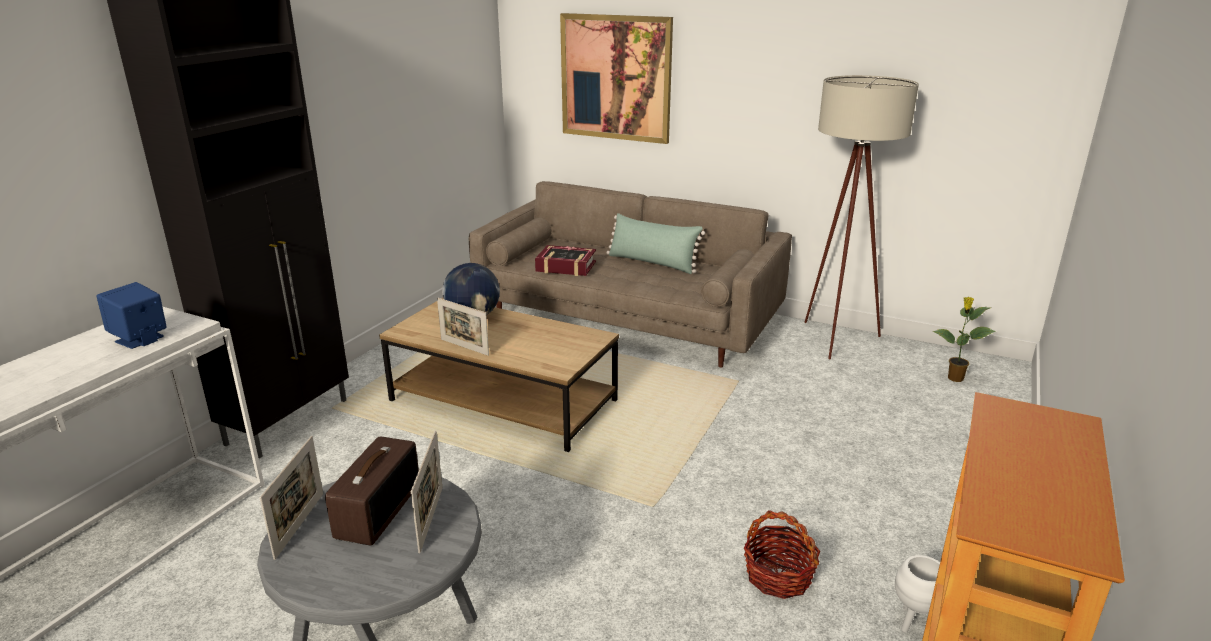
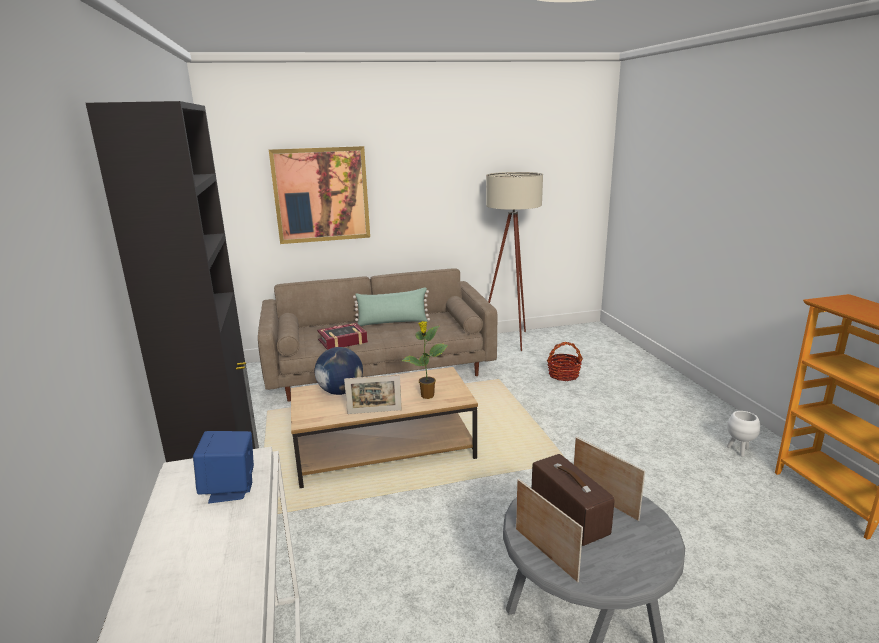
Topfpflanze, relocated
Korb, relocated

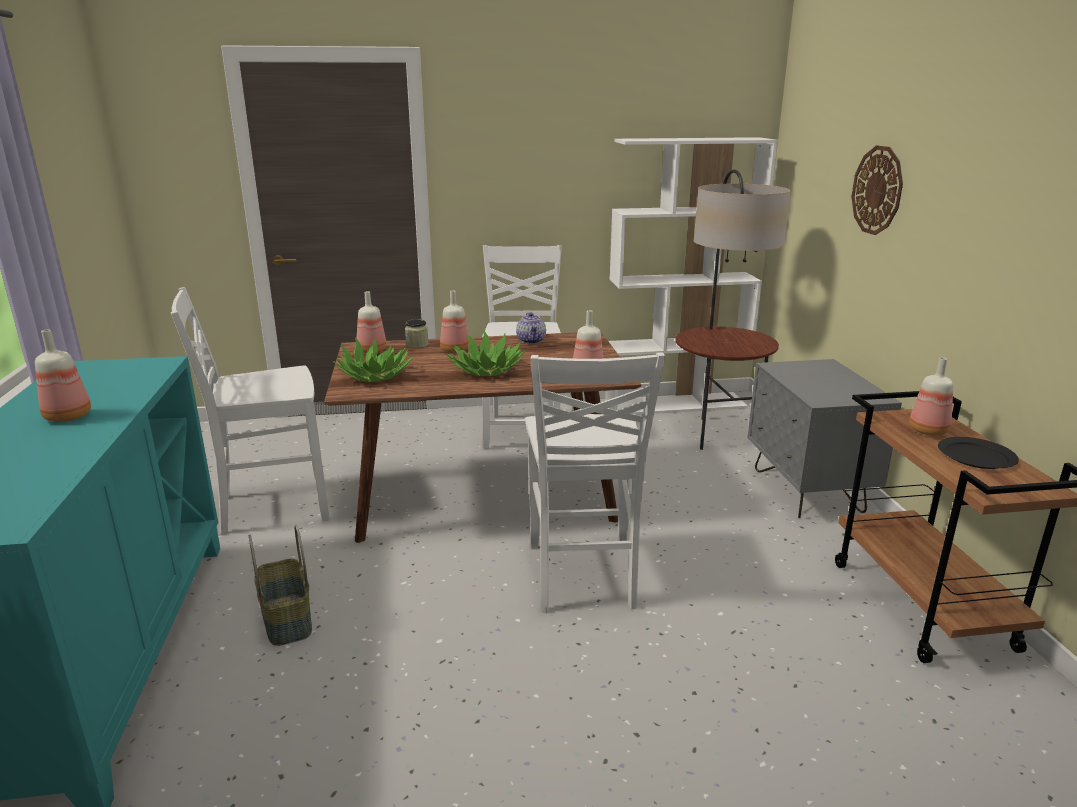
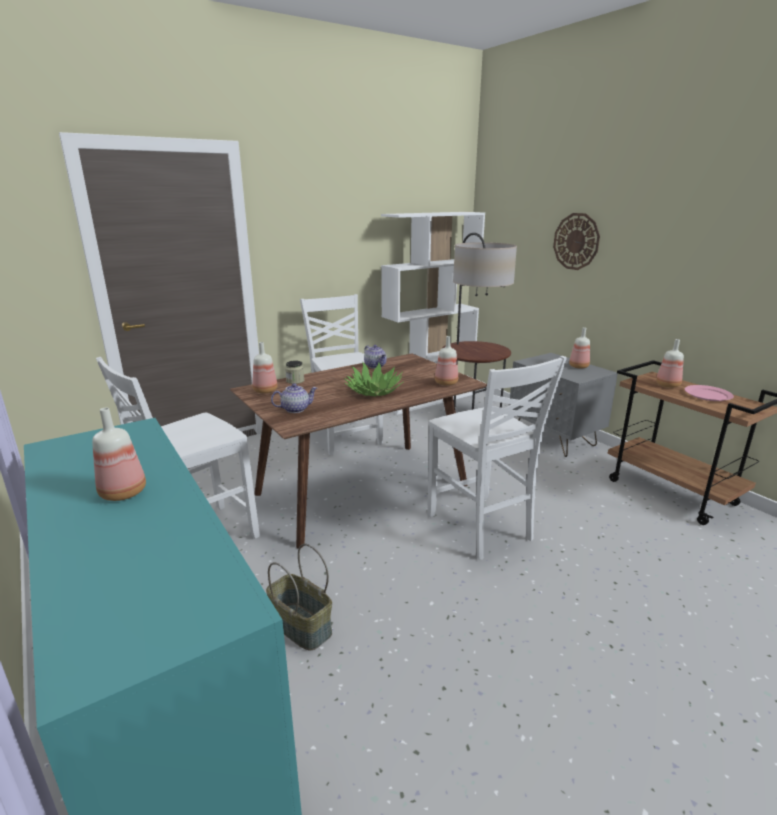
Flasche (no. 3 from left in the first image) -> Flasche (no. 4 from left), relocated
Topfpflanze (no. 1 from left) -> Teekanne (no. 1 from left)
Teller/schwarz -> Teller/rosa

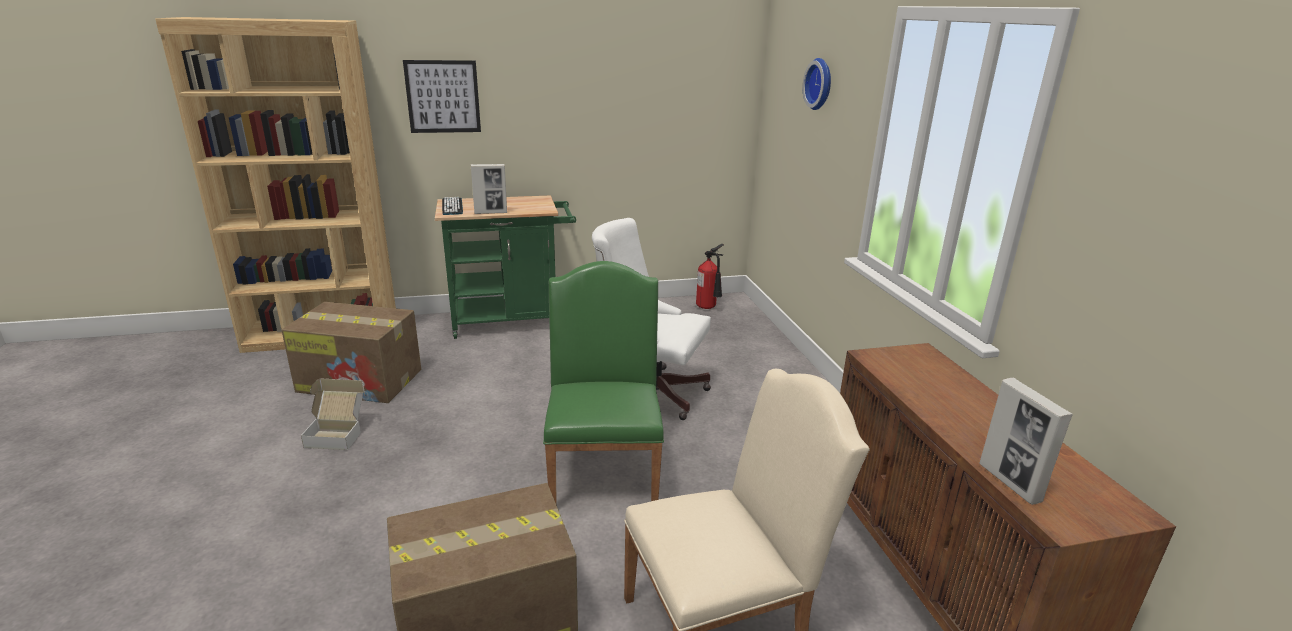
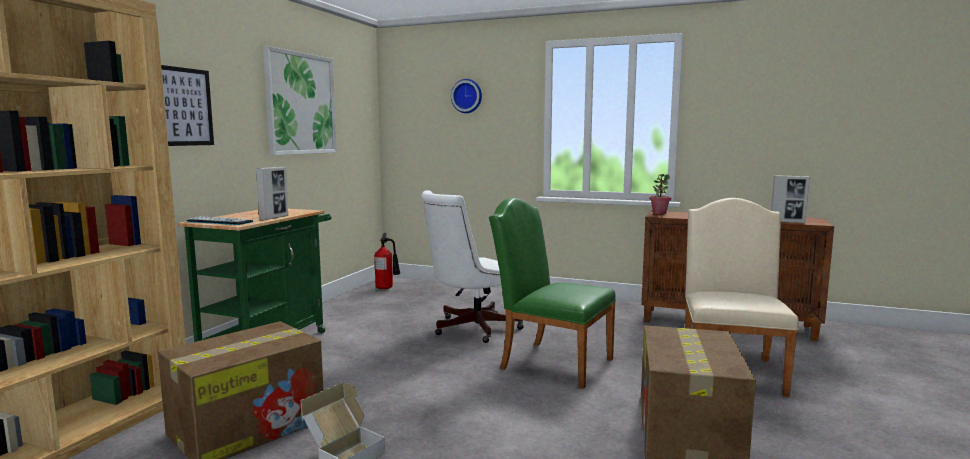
none -> Bild (no. 2 from left)
none -> Topfpflanze

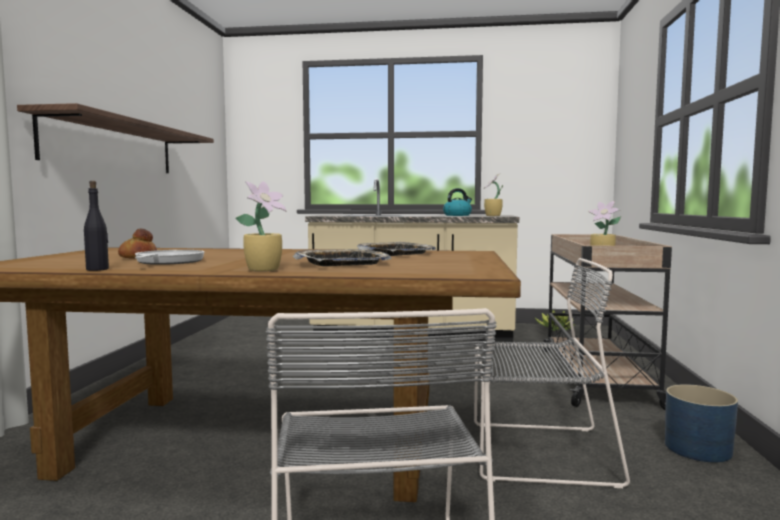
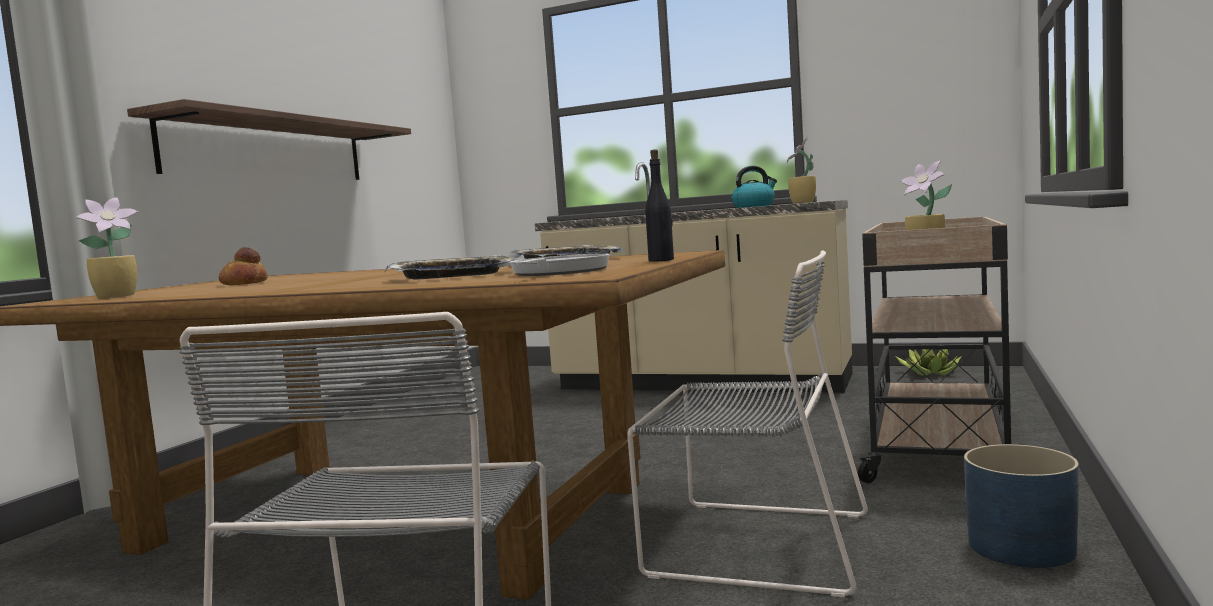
Flasche/schwarz, relocated
Topfpflanze (no. 1 from left), relocated
Pfanne, relocated

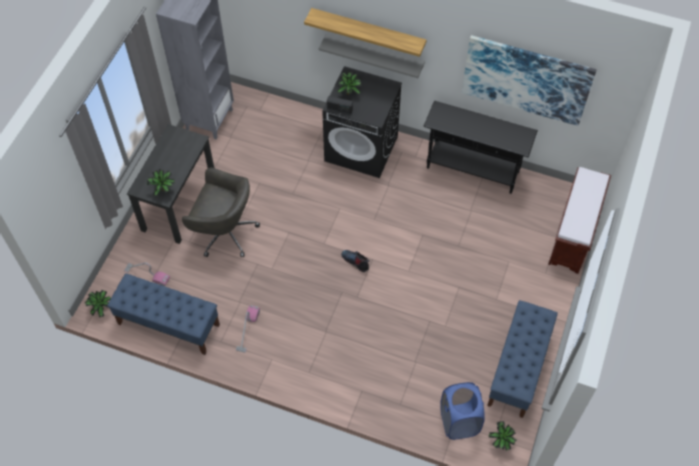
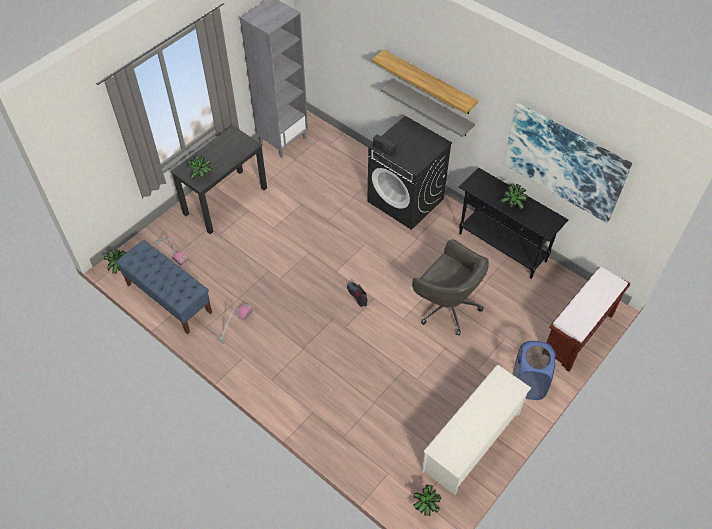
Topfpflanze (no. 3 from left in the first image) -> Topfpflanze (no. 4 from left), relocated
Bürostuhl/grau, relocated
Bank/blau (no. 2 from left) -> Schuhregal/weiß
Wäschekorb/blau, relocated

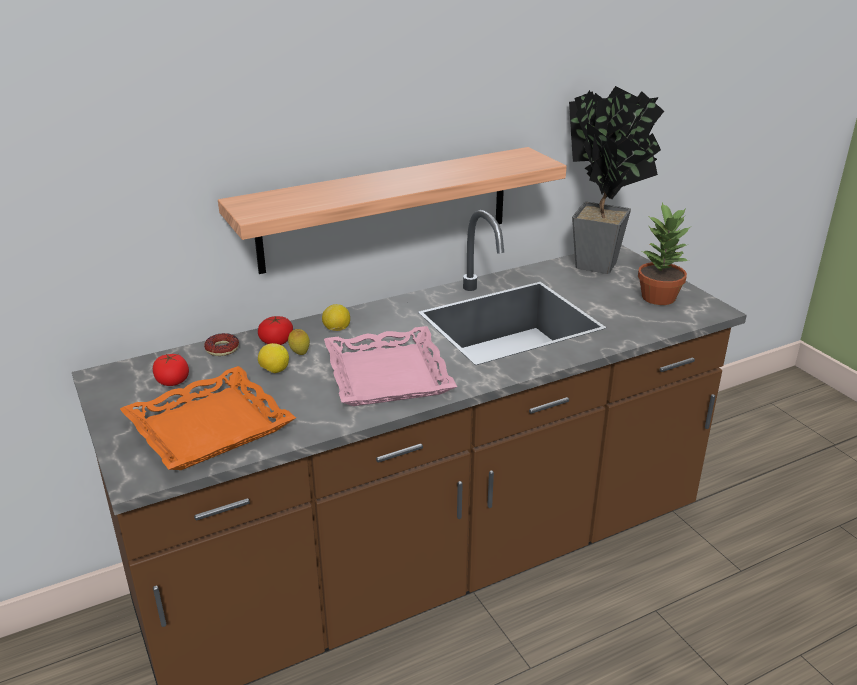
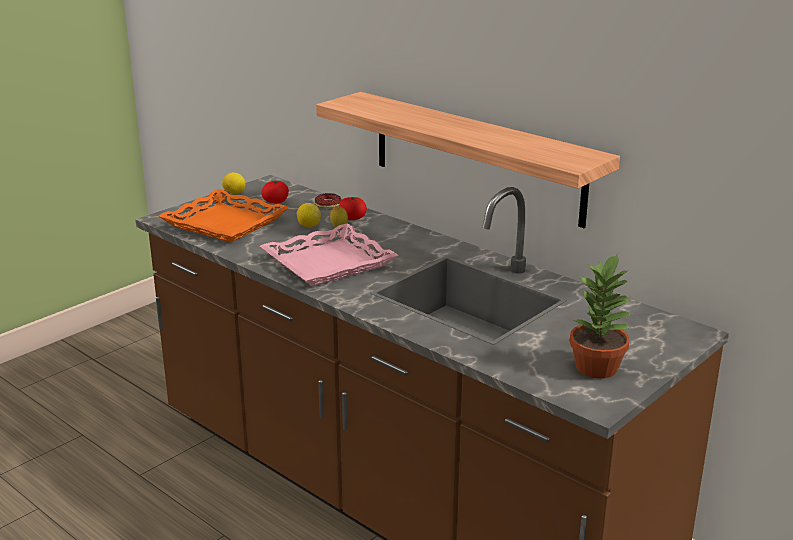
Topfpflanze (no. 1 from left) -> none
Zitrone (no. 3 from left in the first image) -> Zitrone (no. 1 from left), relocated

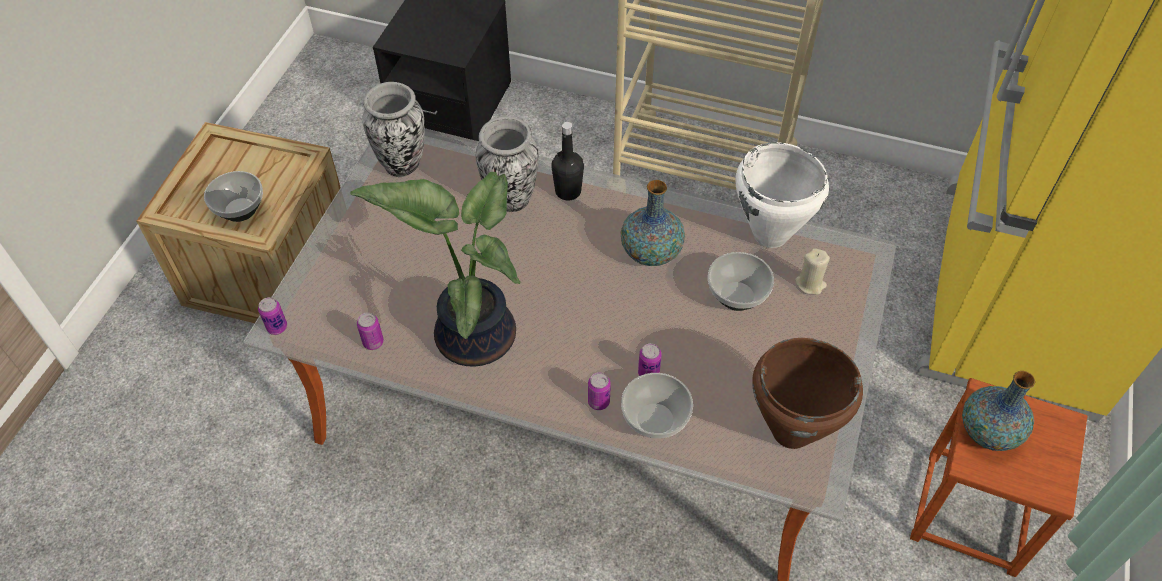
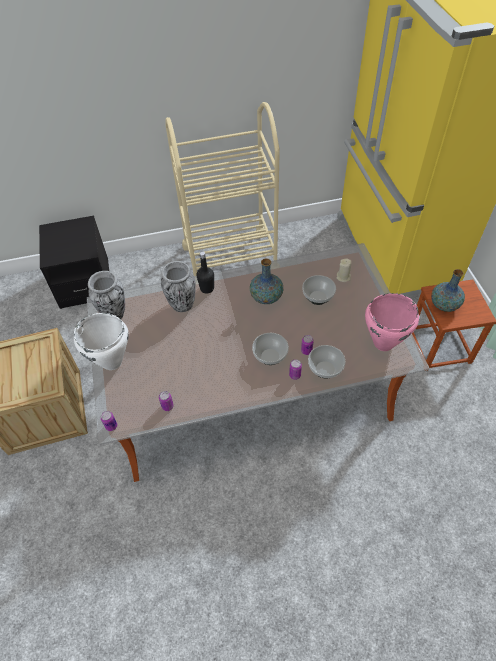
Kochtopf/weiß, relocated
Schüssel (no. 1 from left), relocated
Topfpflanze -> none
Kochtopf/braun -> Kochtopf/rosa

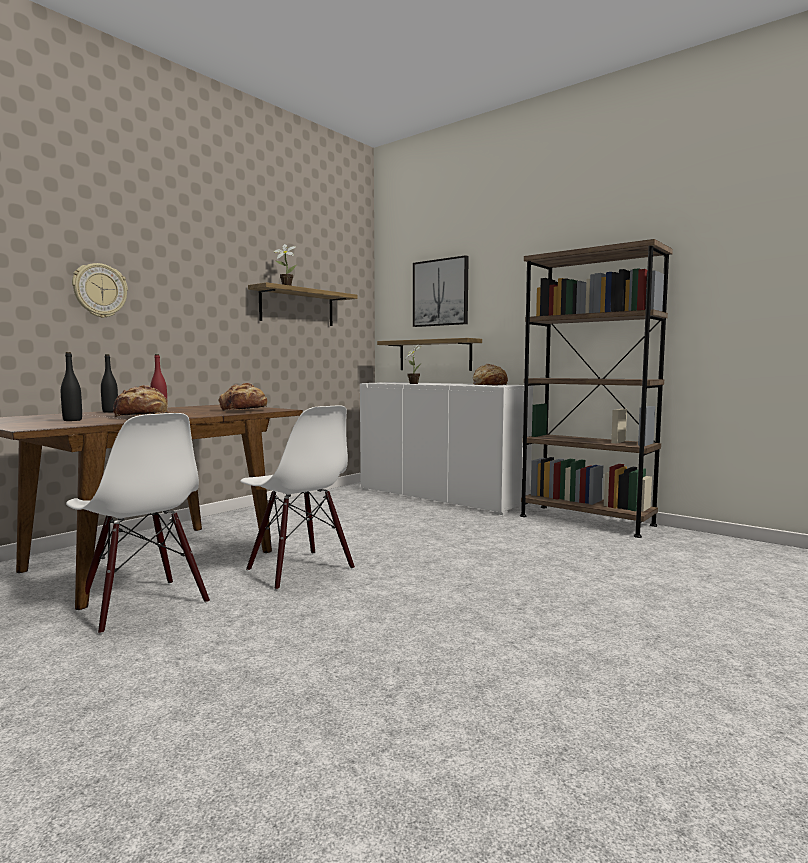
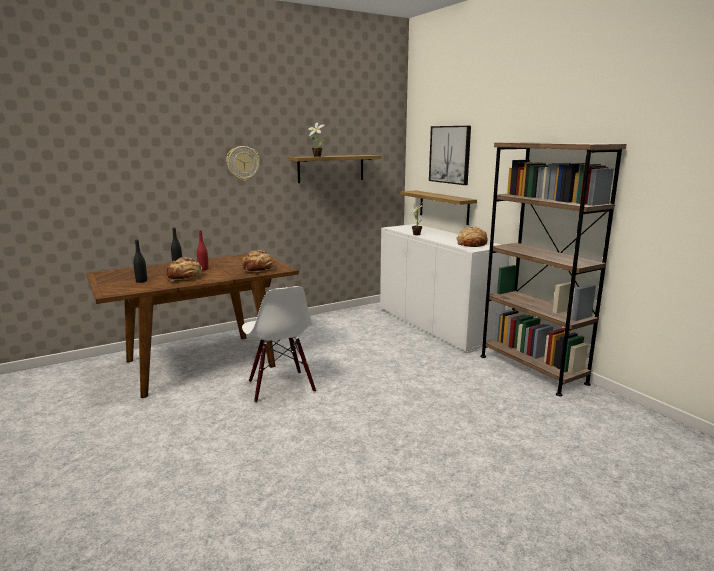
Wanduhr, relocated
Stuhl/weiß (no. 1 from left) -> none

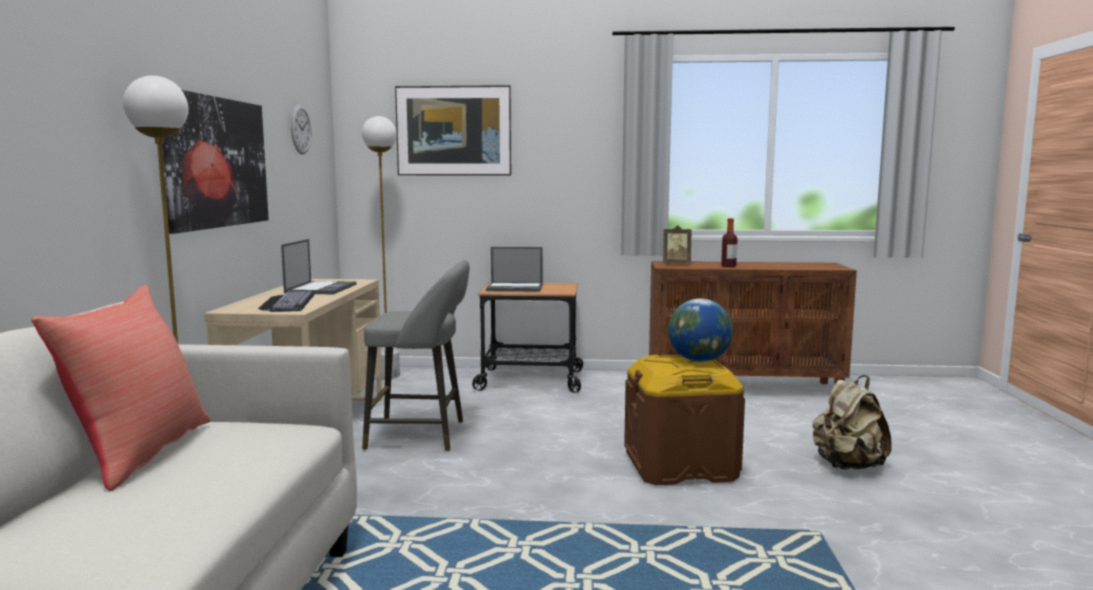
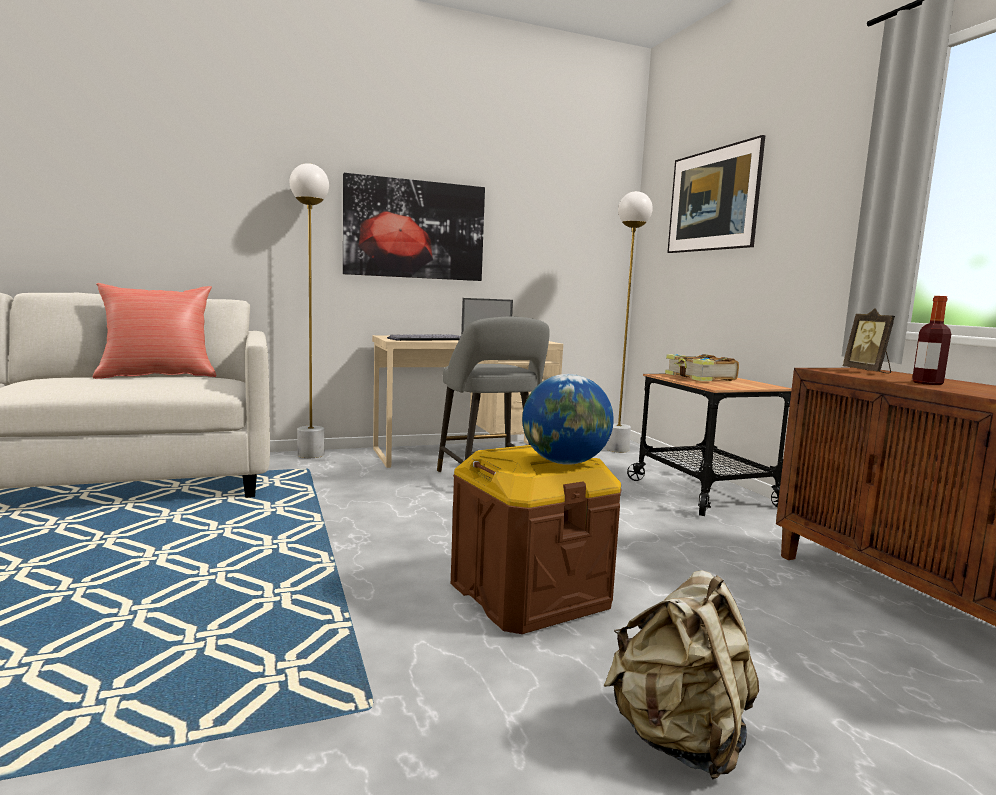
Wanduhr -> none
Laptop (no. 2 from left) -> Buch

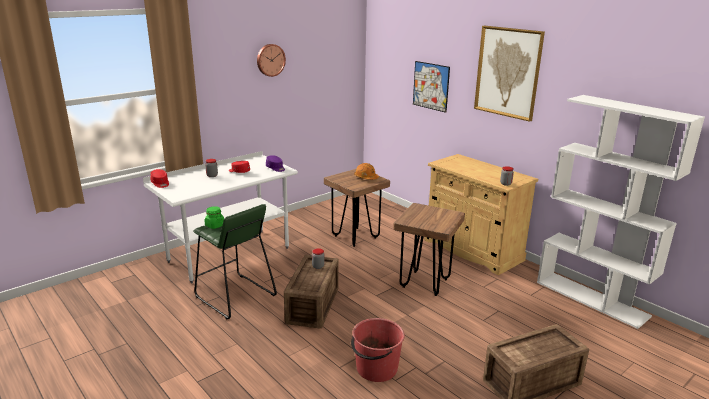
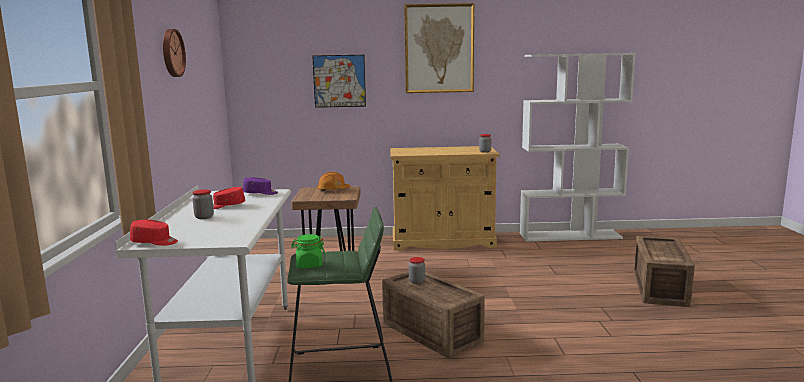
Hocker/braun (no. 2 from left) -> none
Eimer/rot -> none

